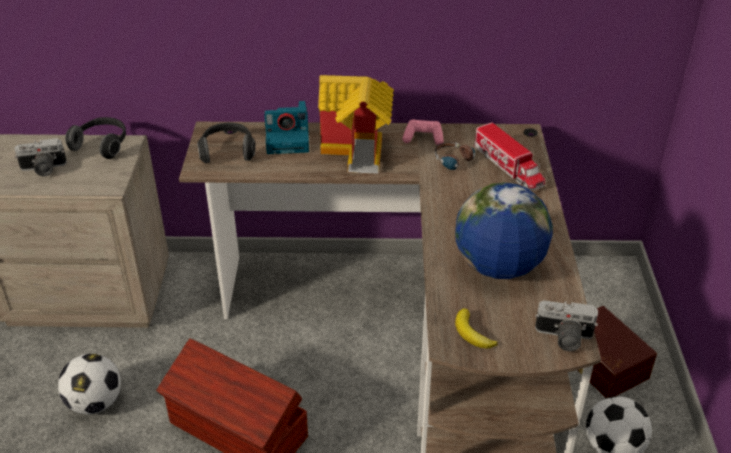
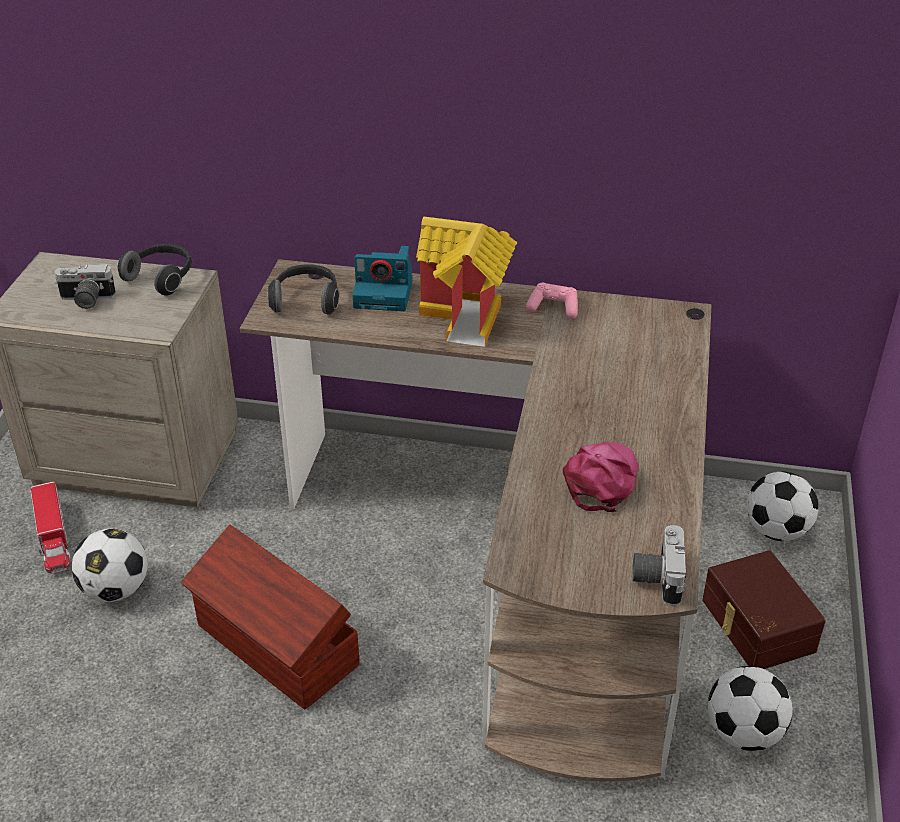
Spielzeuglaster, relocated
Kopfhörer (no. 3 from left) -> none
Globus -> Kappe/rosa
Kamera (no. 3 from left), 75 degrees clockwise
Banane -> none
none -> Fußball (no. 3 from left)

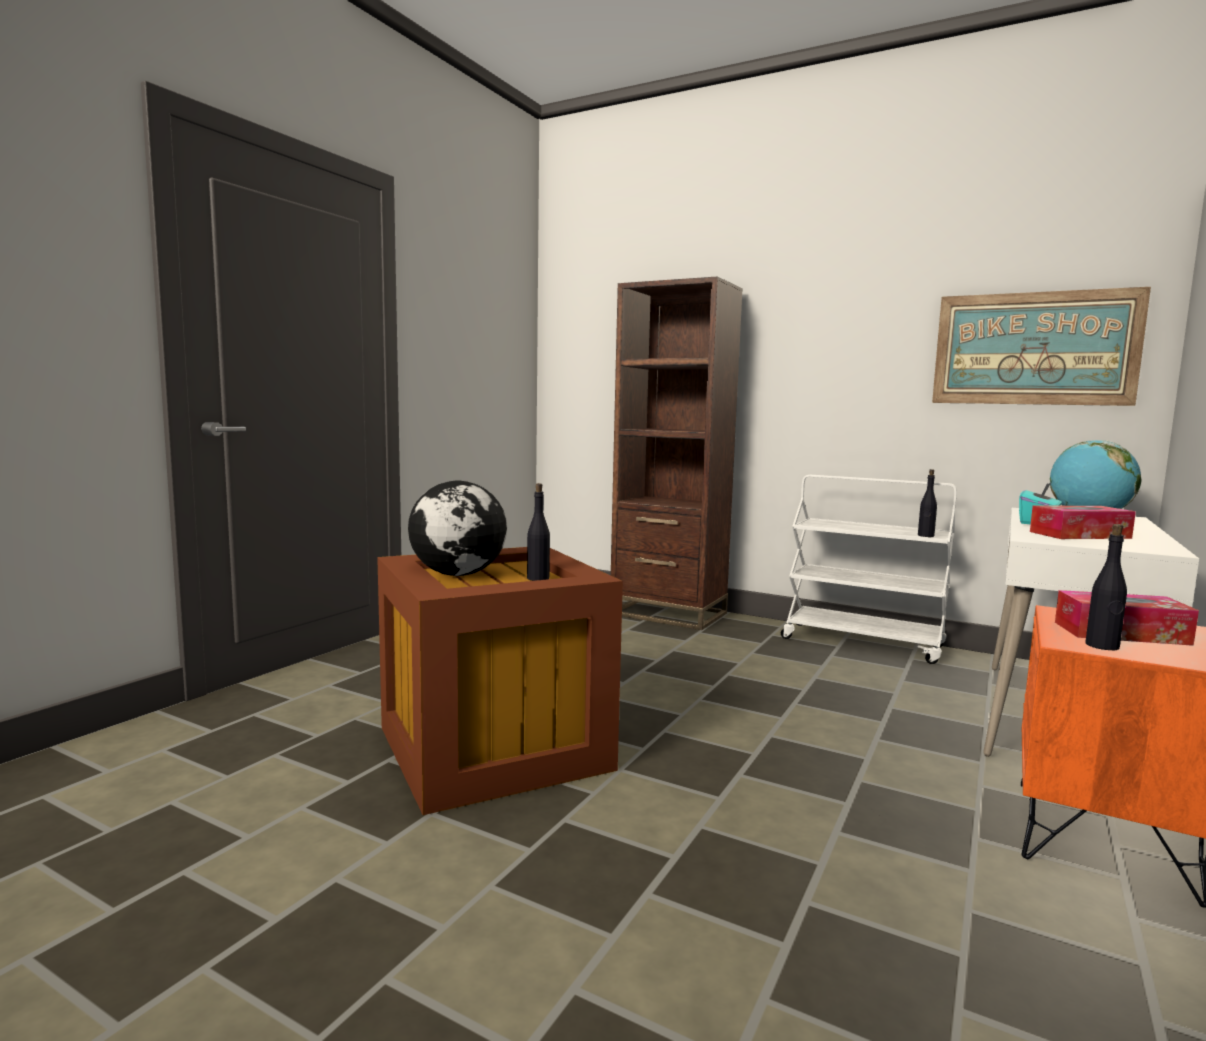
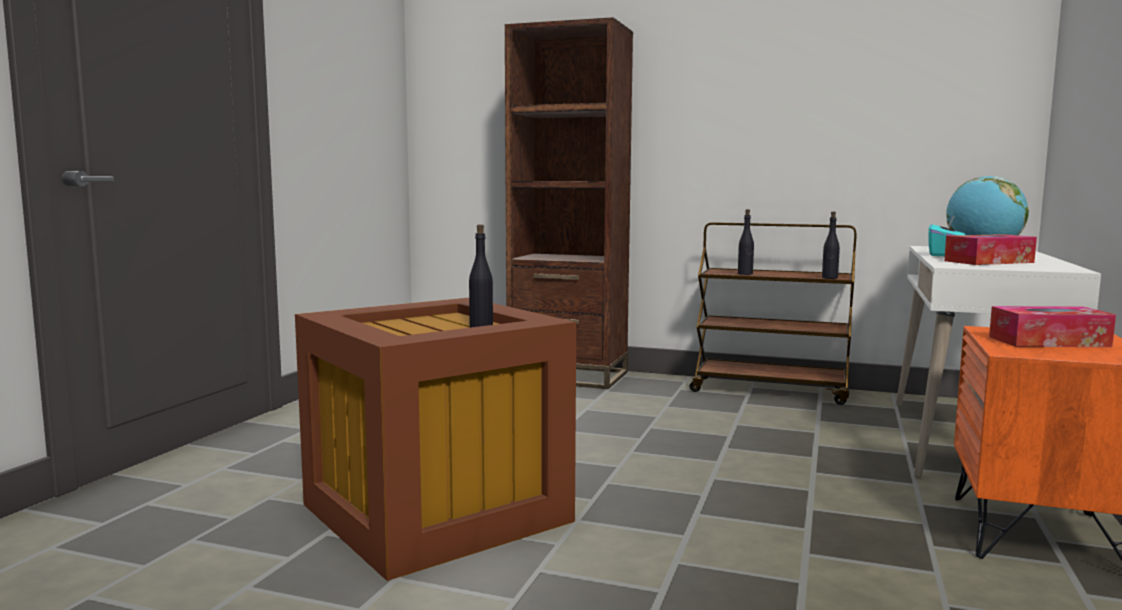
Bild -> none
Rollwagen/weiß -> Rollwagen/braun
Globus (no. 1 from left) -> none
Flasche/schwarz (no. 3 from left in the first image) -> Flasche/schwarz (no. 2 from left), relocated

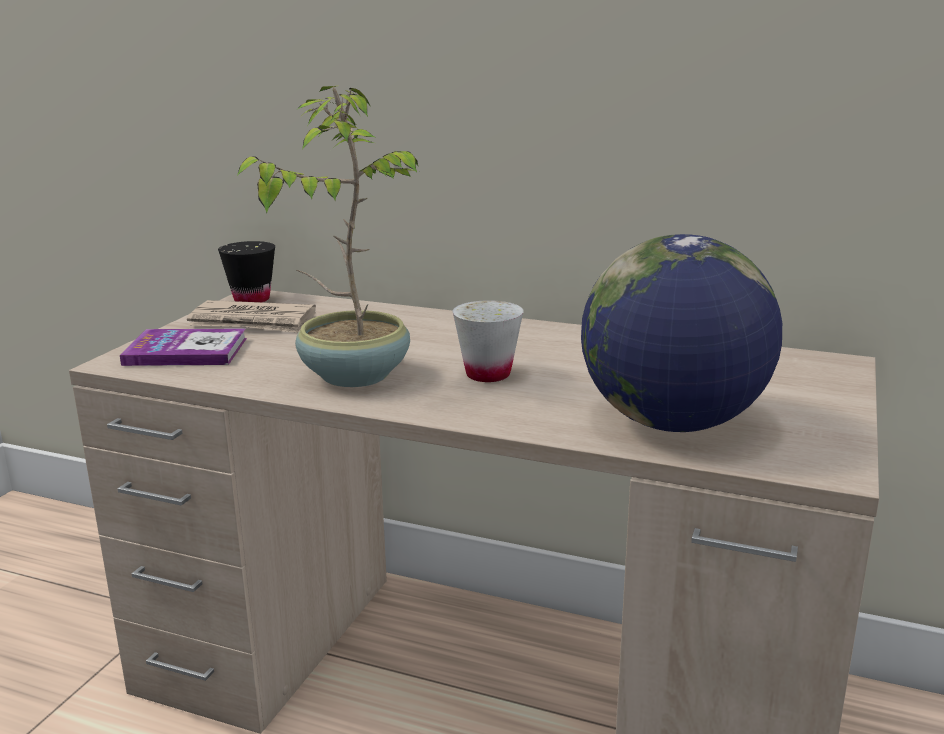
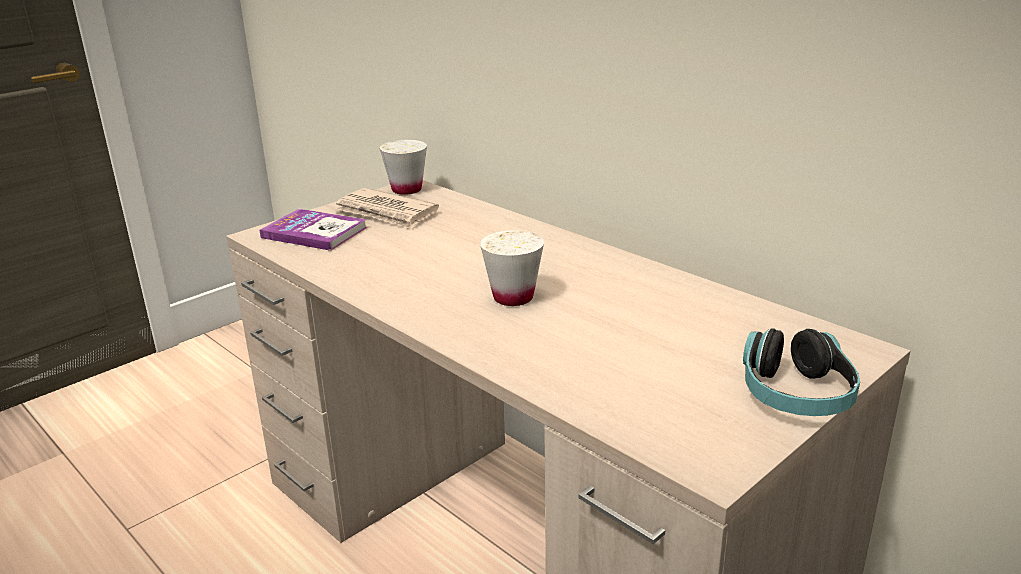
Topfpflanze -> none
Globus -> none
Tasse/schwarz -> Tasse/weiß (no. 1 from left)
none -> Kopfhörer

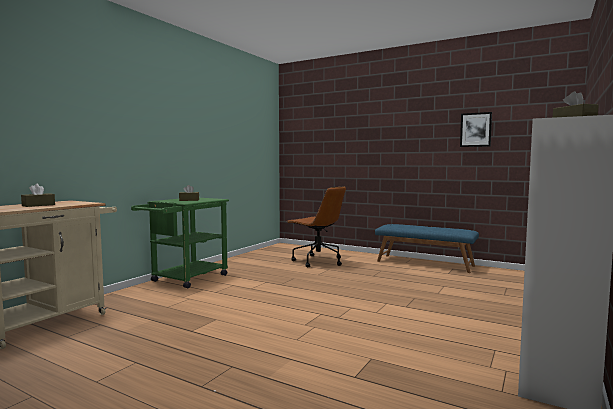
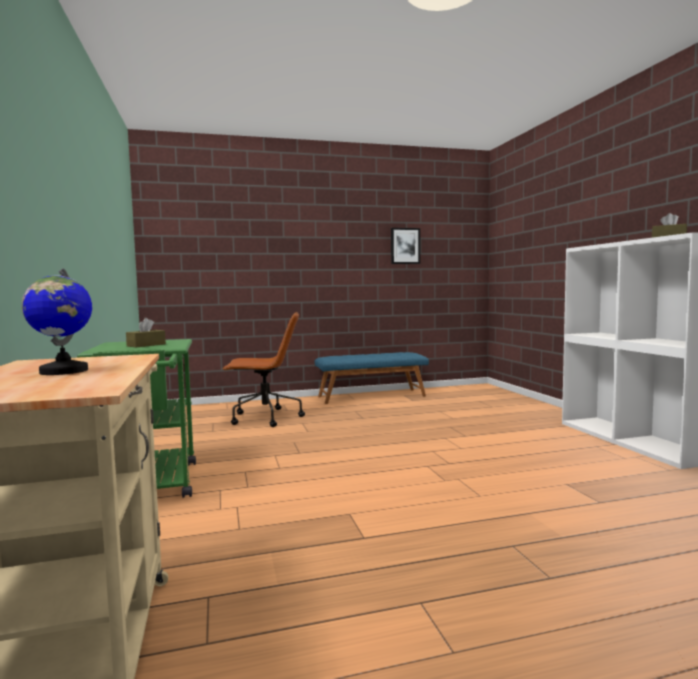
Taschentuchbox/braun (no. 1 from left) -> Globus

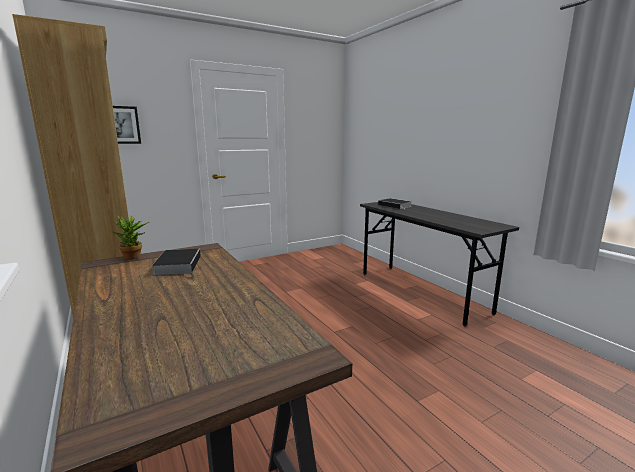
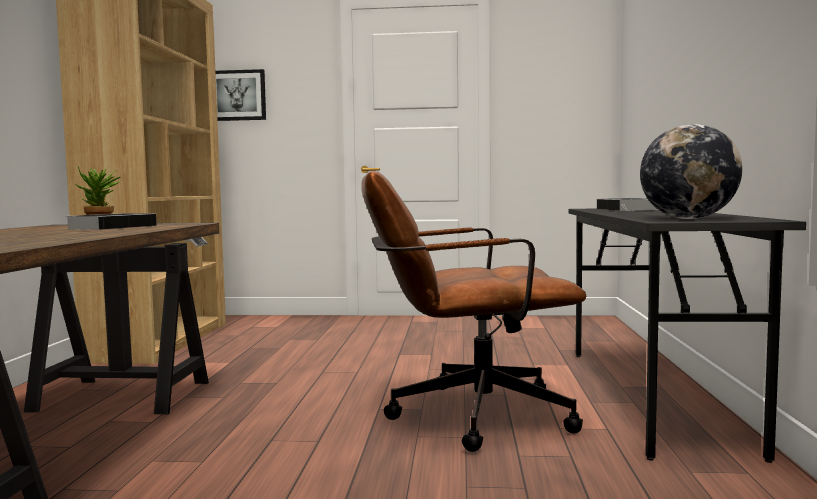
none -> Globus
none -> Bürostuhl/braun

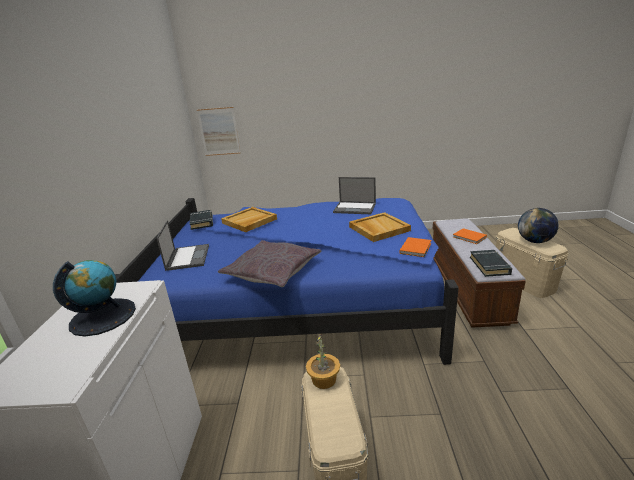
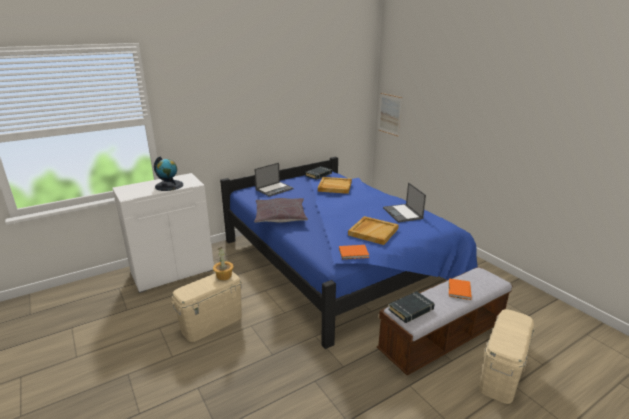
Globus (no. 2 from left) -> none

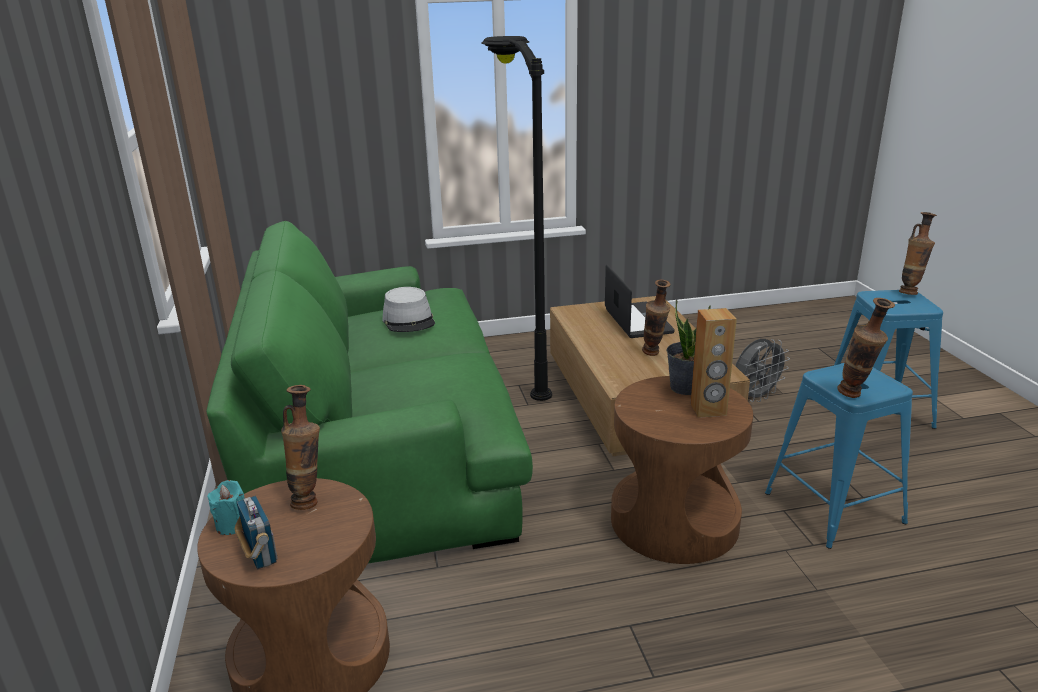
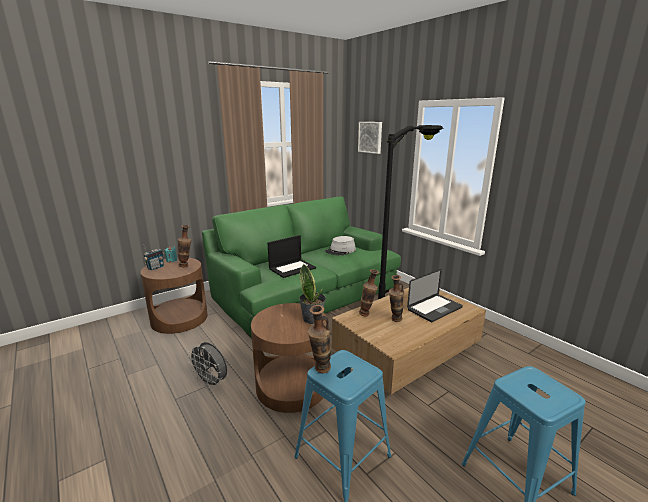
Vase (no. 4 from left in the first image) -> Vase (no. 3 from left), relocated
Lautsprecher/braun -> none
Ventilator/grau, relocated
none -> Bild
none -> Laptop (no. 1 from left)

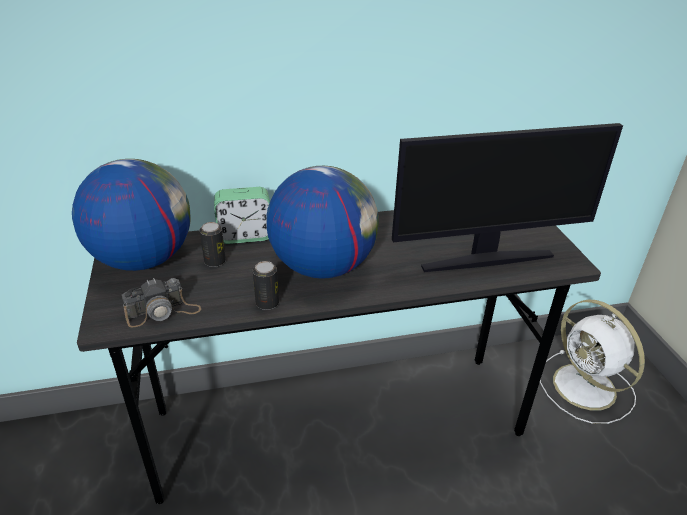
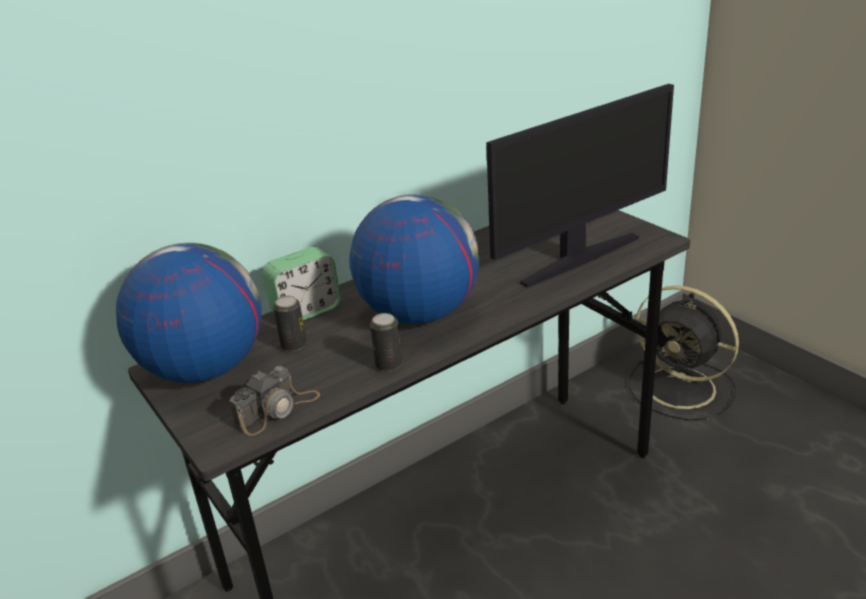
Ventilator/weiß -> Ventilator/schwarz

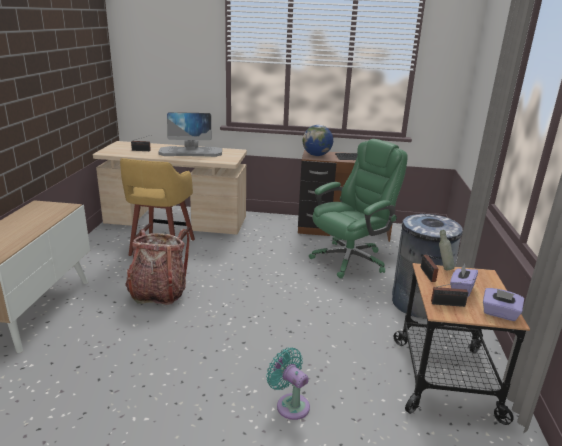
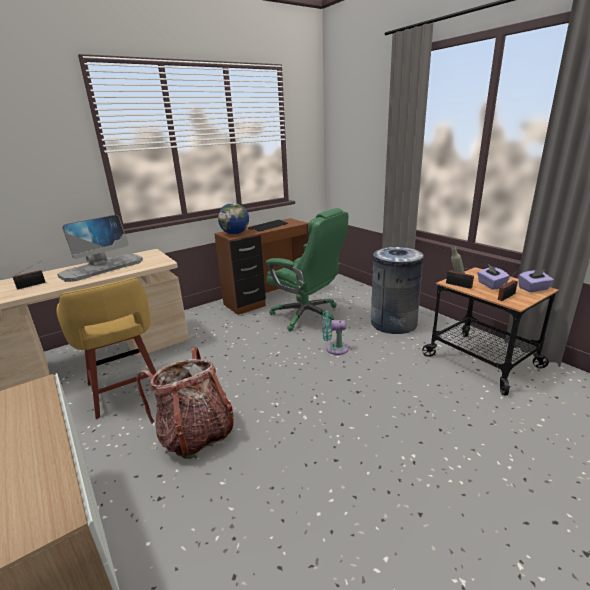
Bürostuhl/grün, 120 degrees clockwise
Ventilator/türkis, relocated

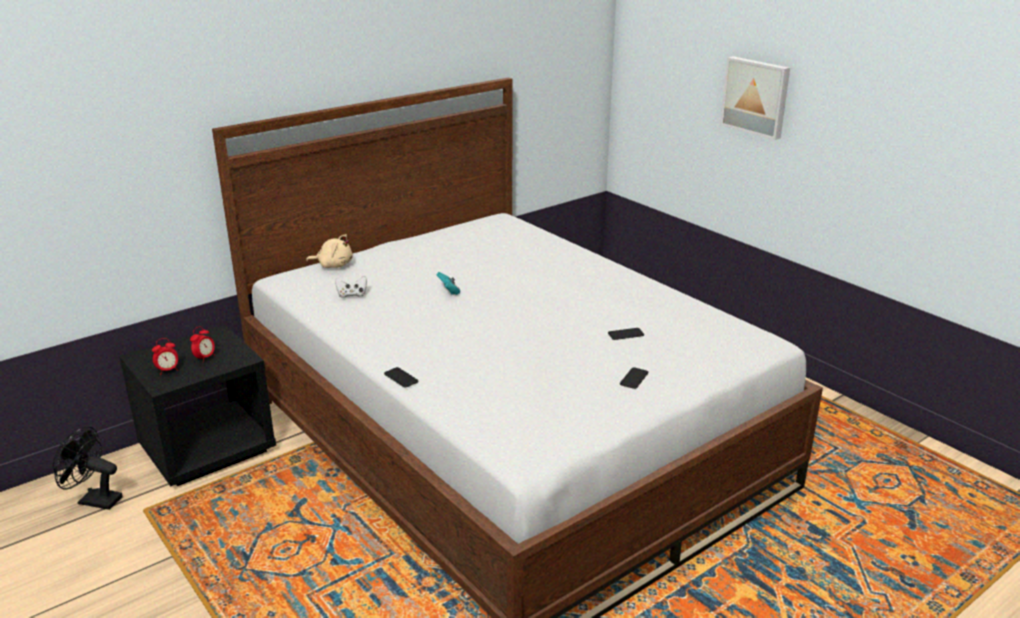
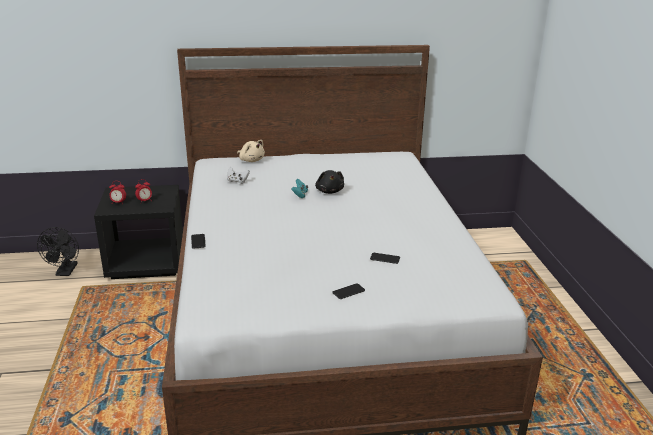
Bild -> none
Ventilator/schwarz, 135 degrees counterclockwise
none -> Plüschtier/schwarz

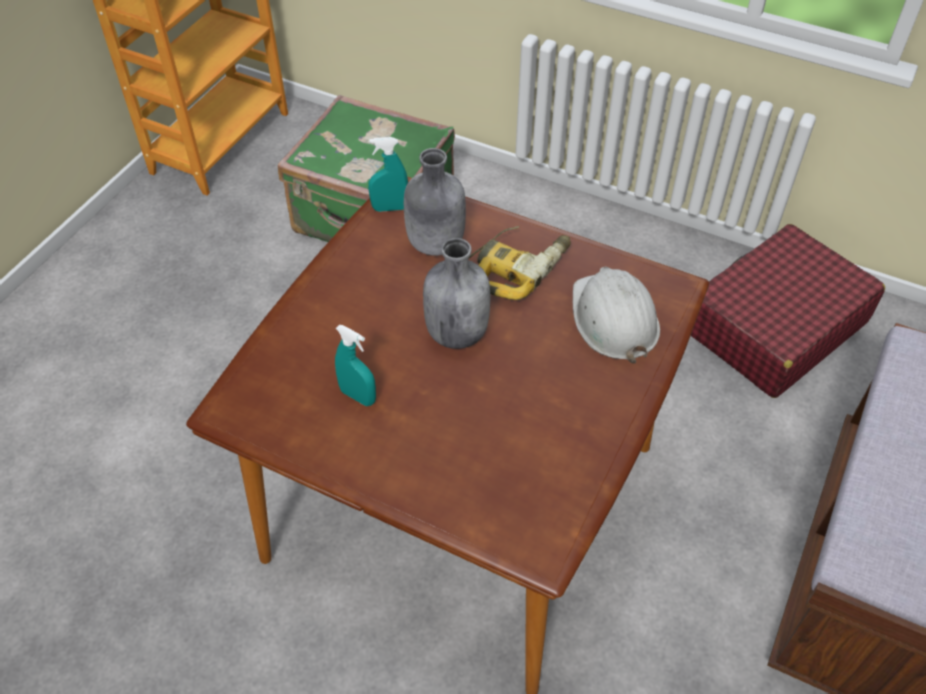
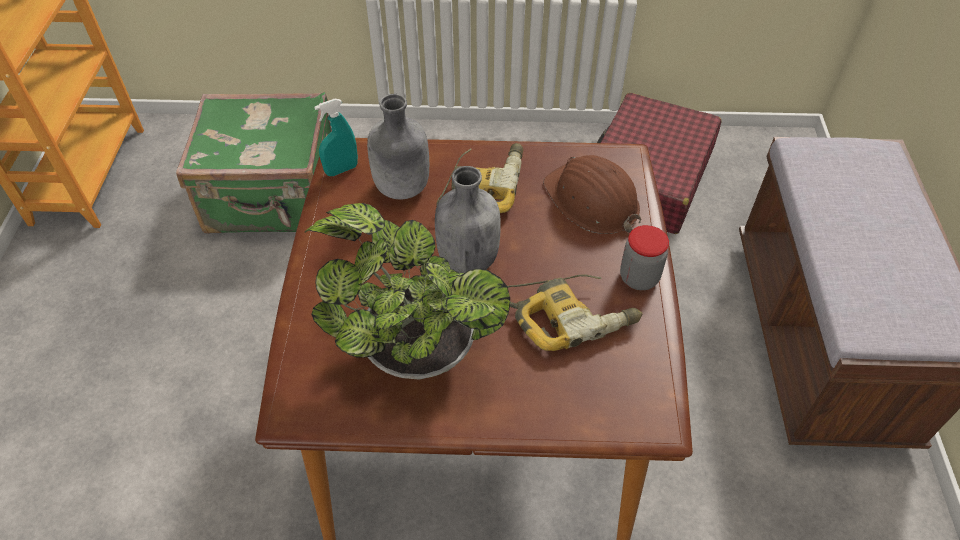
Schutzhelm/weiß -> Schutzhelm/braun
Sprühflasche/türkis (no. 1 from left) -> Topfpflanze
none -> Vorratsglas
none -> Bohrmaschine (no. 2 from left)

